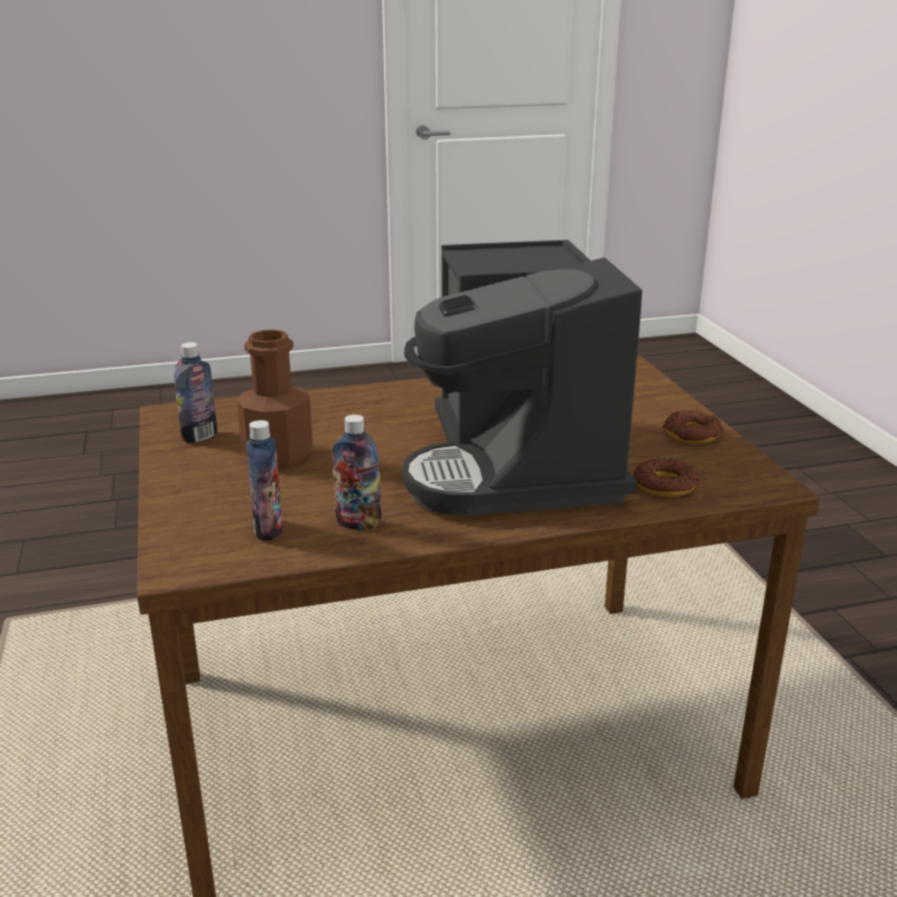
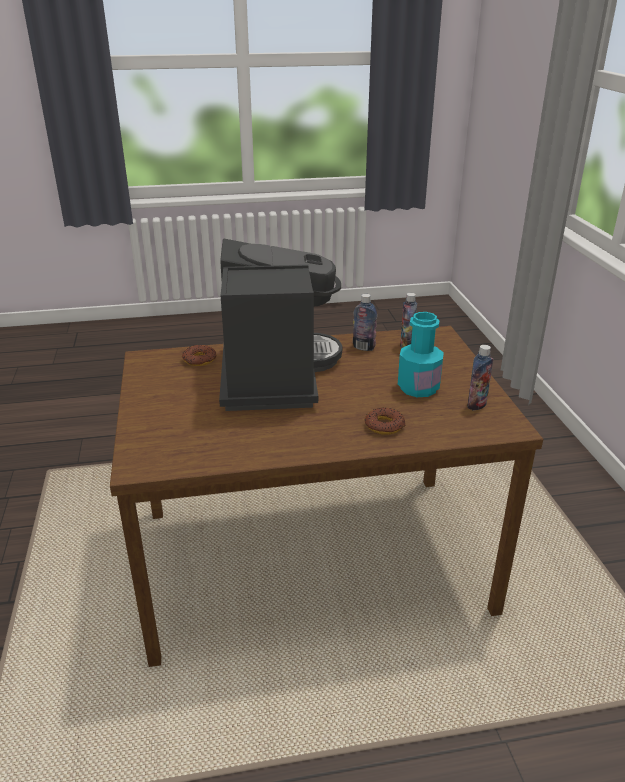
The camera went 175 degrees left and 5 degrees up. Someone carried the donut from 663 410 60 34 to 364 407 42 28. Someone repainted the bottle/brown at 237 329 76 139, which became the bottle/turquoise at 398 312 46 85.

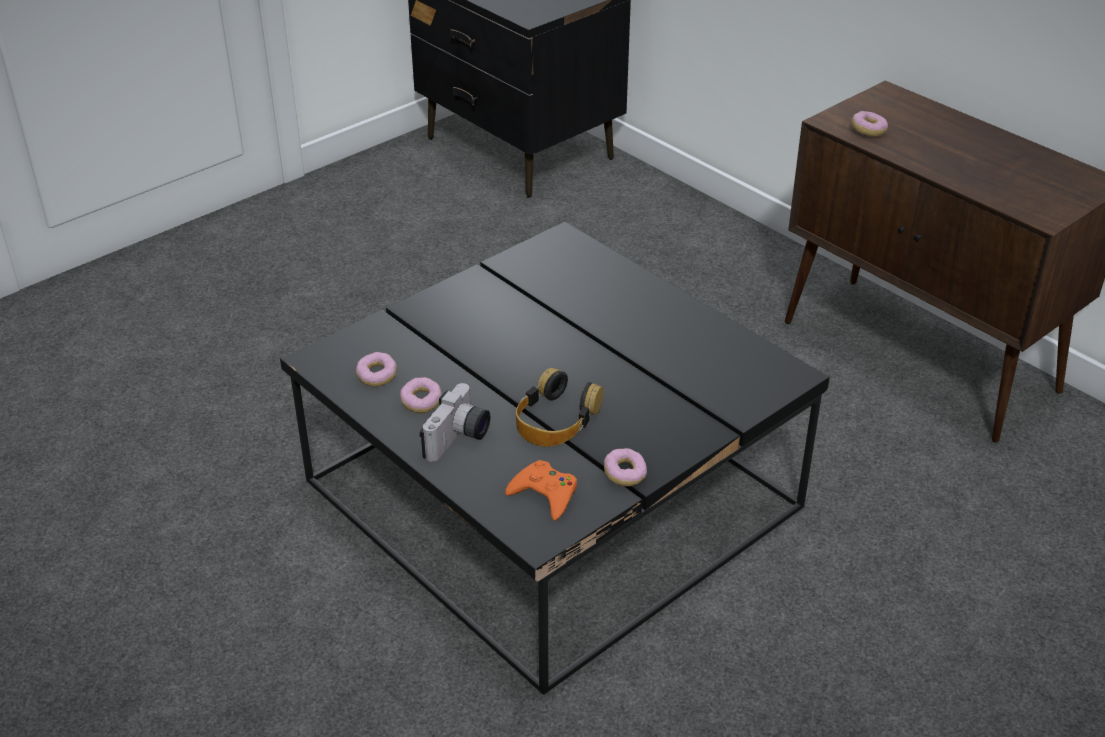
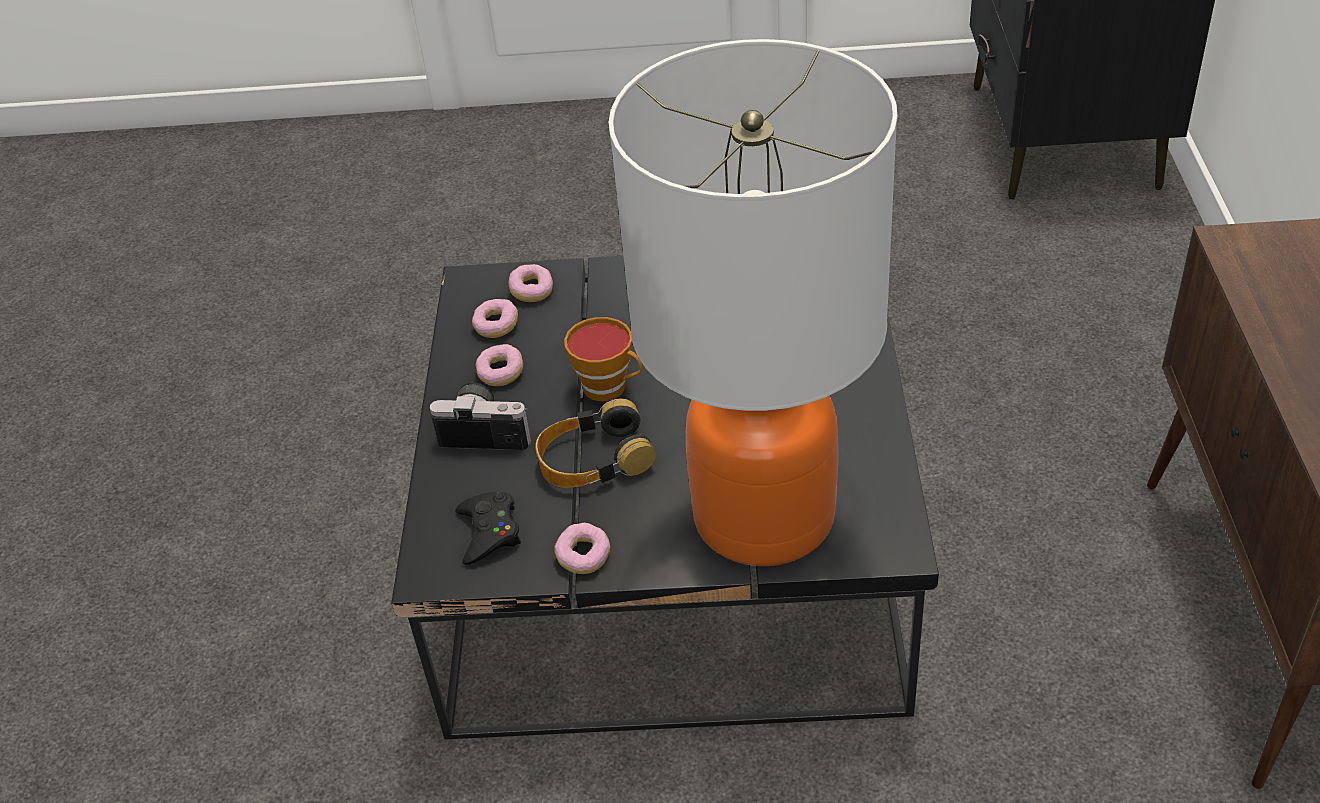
The camera went 45 degrees right and 5 degrees up. Someone rotated the photo camera at 420 383 70 79 by 150 degrees counterclockwise. Someone repainted the game controller/orange at 505 460 72 61, which became the game controller/black at 455 492 66 73. Someone carried the donut from 852 111 36 26 to 509 264 44 38. Someone put down the cup at 564 317 79 84. Someone put down the table lamp at 608 39 290 527.

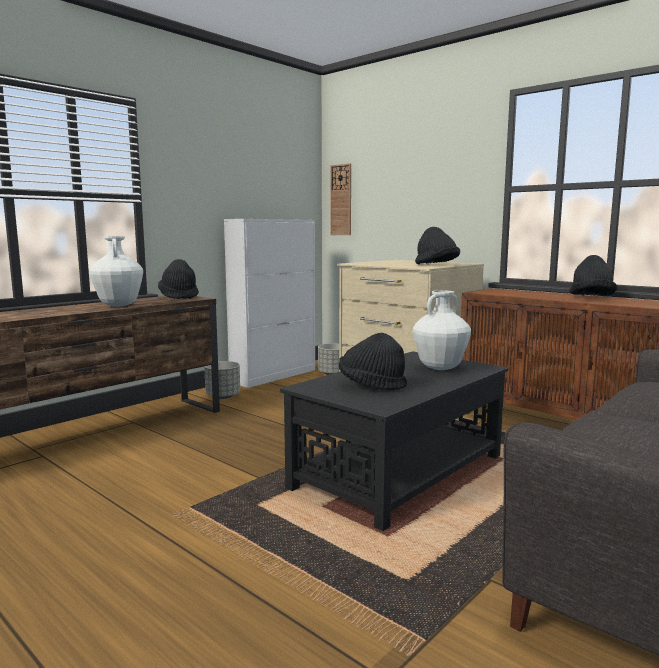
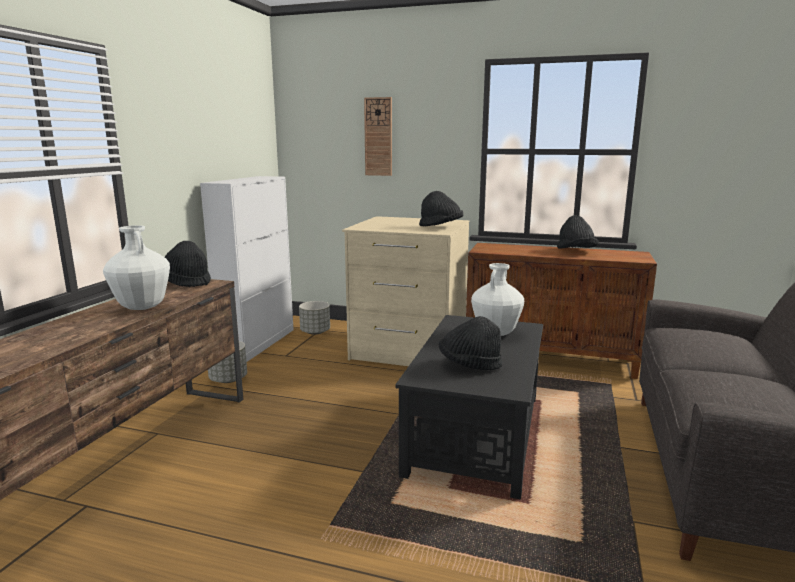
The camera went 25 degrees left and 5 degrees up. Someone carried the wall clock from 330 163 21 72 to 364 97 28 79.

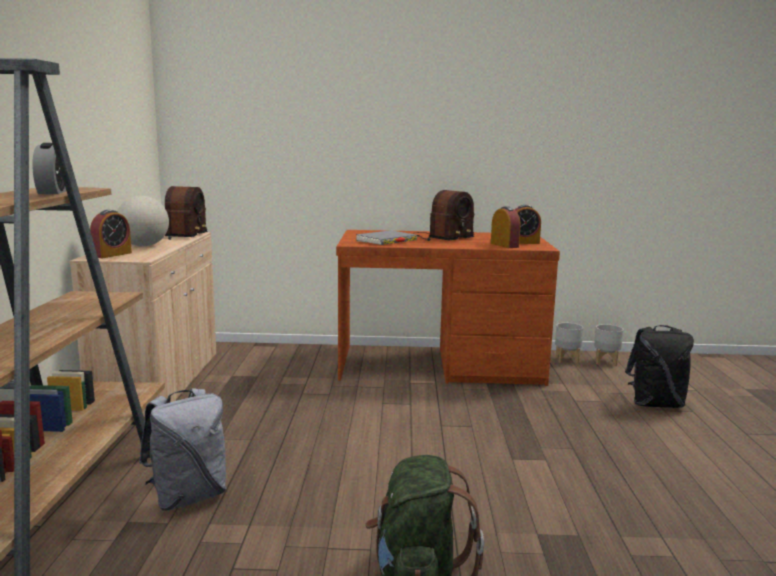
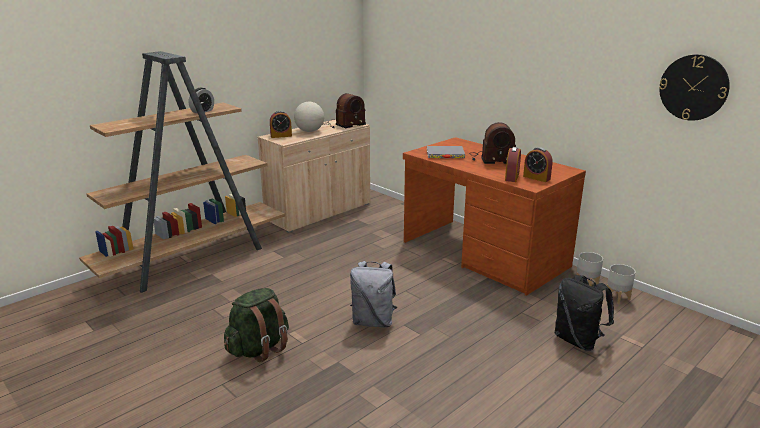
The camera went 45 degrees right and 10 degrees up. Someone carried the backpack/grey from 139 388 87 123 to 350 261 47 66. Someone put up the wall clock at 659 54 71 67.

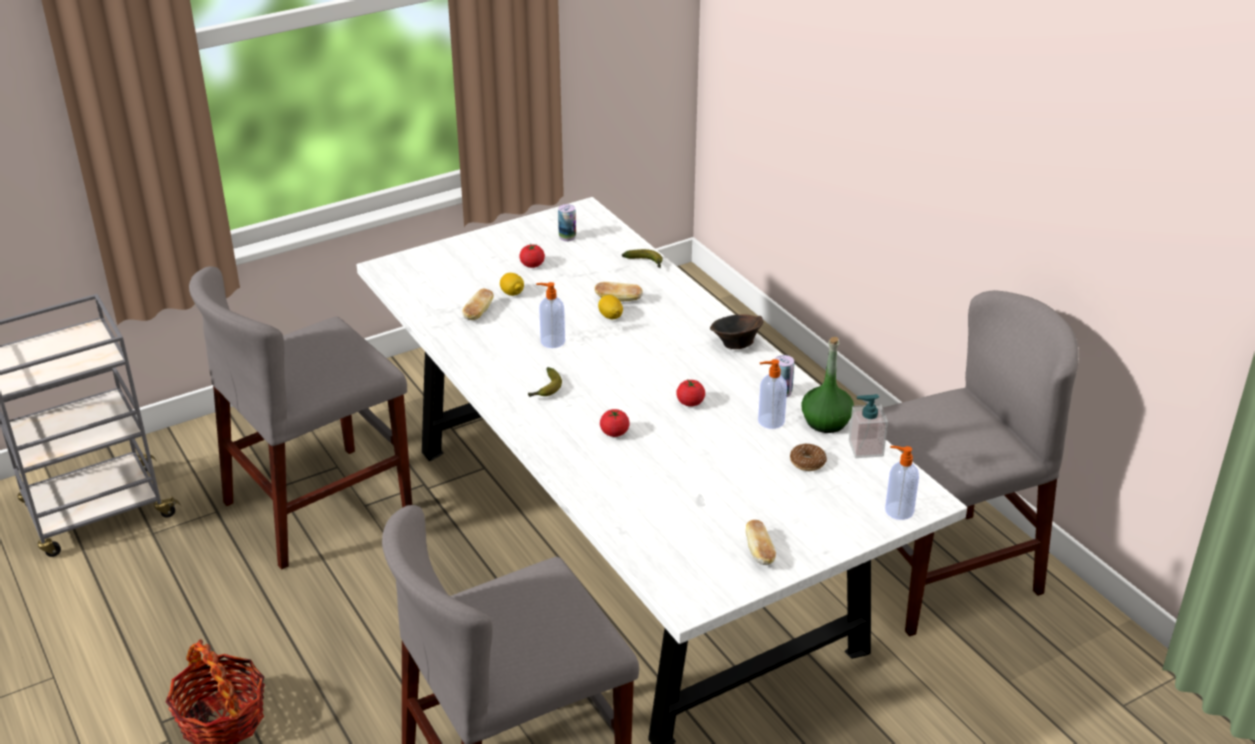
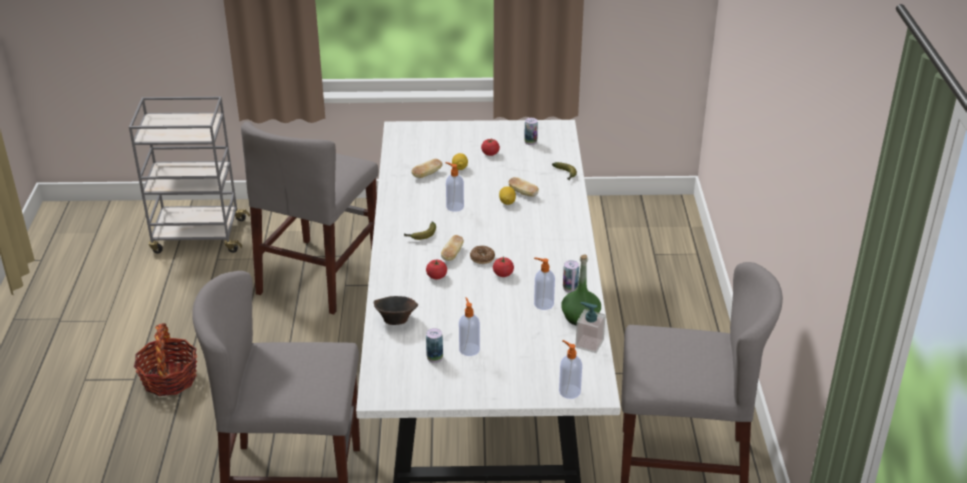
The camera went 30 degrees right and 0 degrees up. Someone rotated the chair/grey at 189 266 223 304 by 60 degrees counterclockwise. Someone carried the bowl/brown from 710 314 53 35 to 374 296 44 29. Someone put down the can at 426 328 17 35. Someone carried the bread from 746 520 30 45 to 441 235 23 26. Someone put down the soap dispenser at 459 297 21 59. Someone carried the donut from 790 444 37 27 to 470 245 25 19.

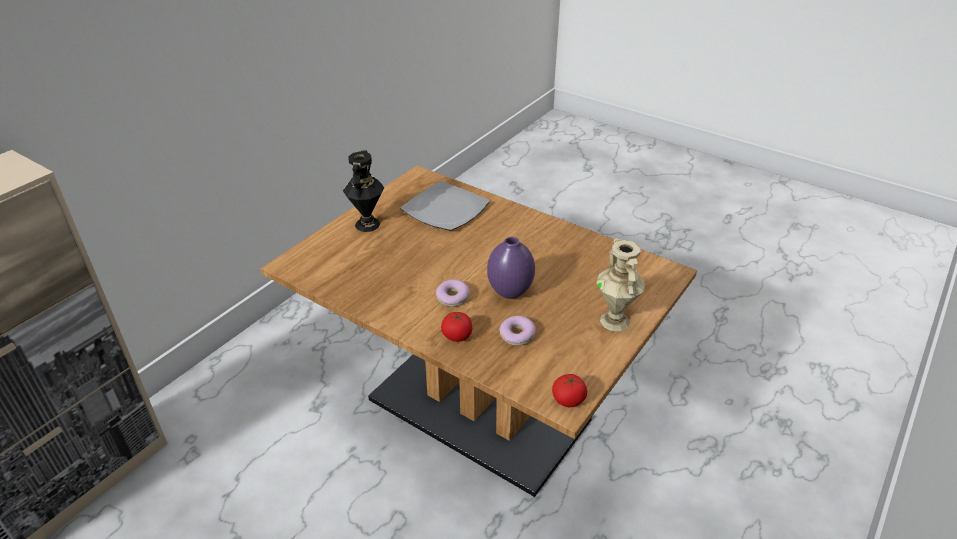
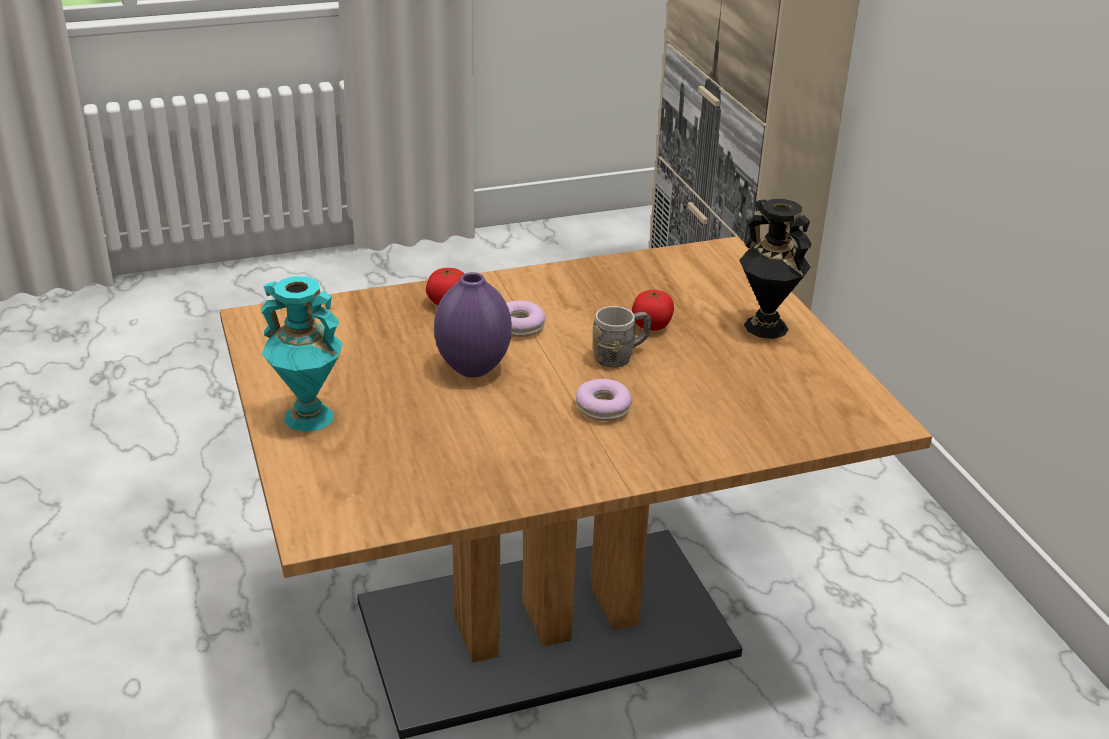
The camera went 125 degrees right and 5 degrees down. Someone repainted the vase/beige at 596 238 50 93, which became the vase/turquoise at 261 276 82 156. Someone carried the donut from 499 316 37 30 to 576 379 56 42. Someone put down the mug/grey at 592 306 59 62. Someone carried the tomato from 552 374 35 33 to 632 289 42 42. Someone took away the plate at 400 181 90 50.

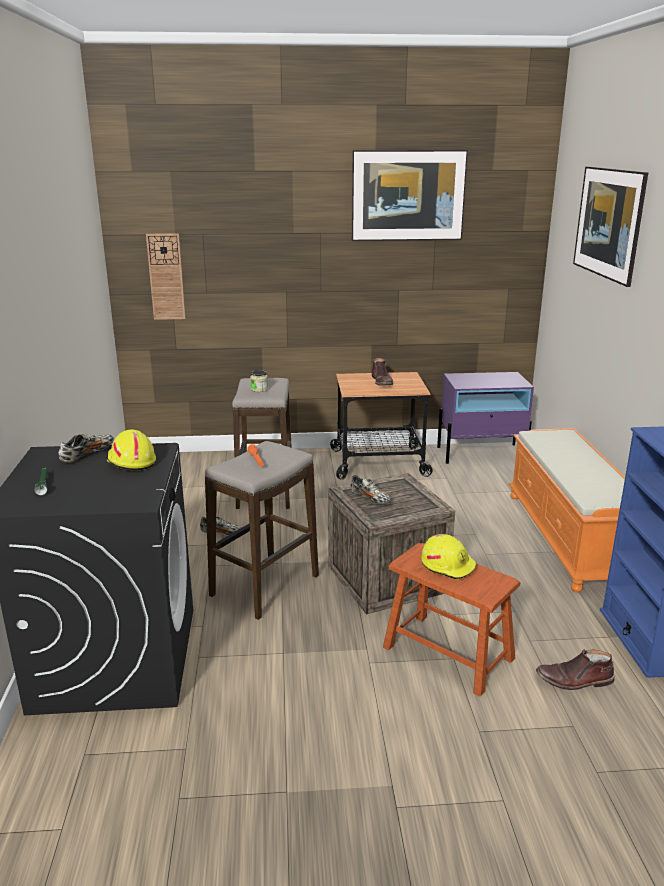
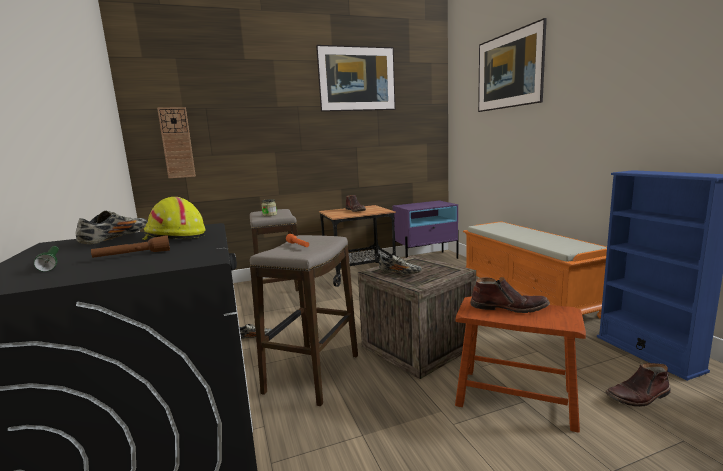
The camera went 15 degrees left and 10 degrees down. Someone put down the flashlight/brown at 91 235 79 23. Someone swapped the hard hat/yellow at 421 534 56 46 for the boot/brown at 470 277 80 36.

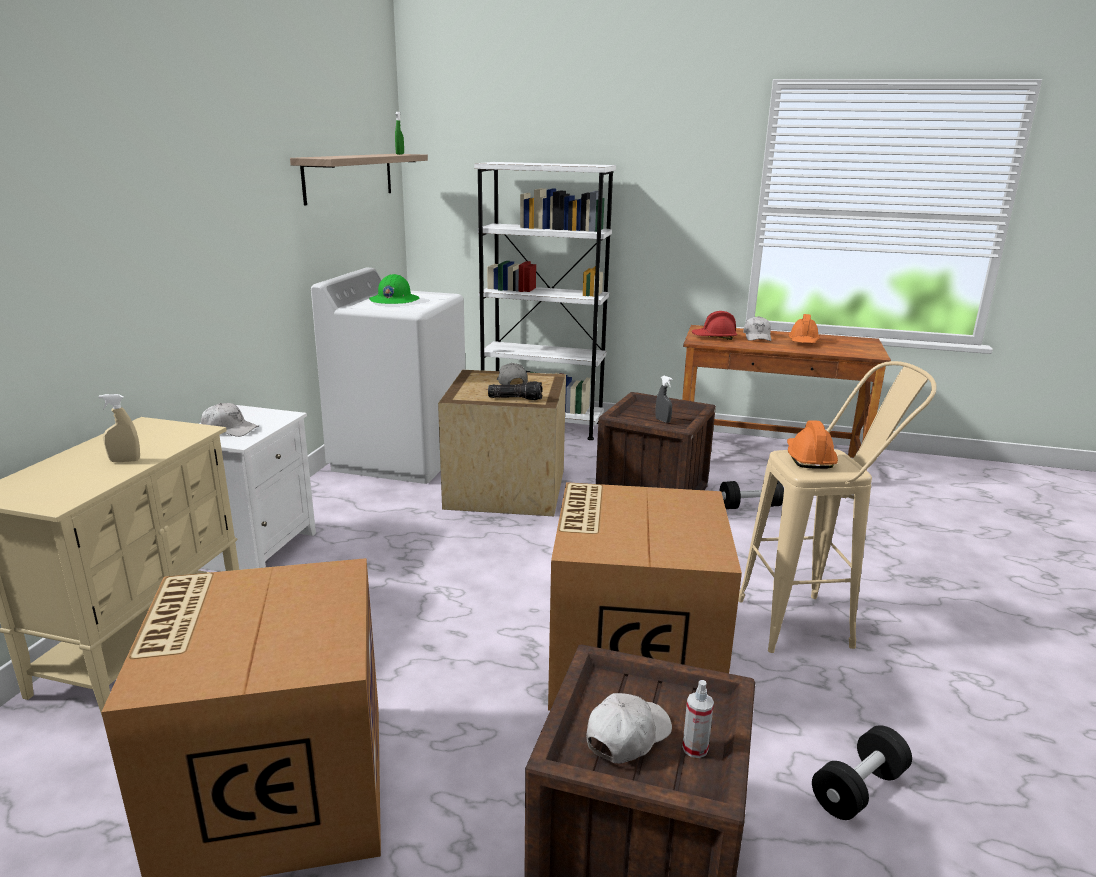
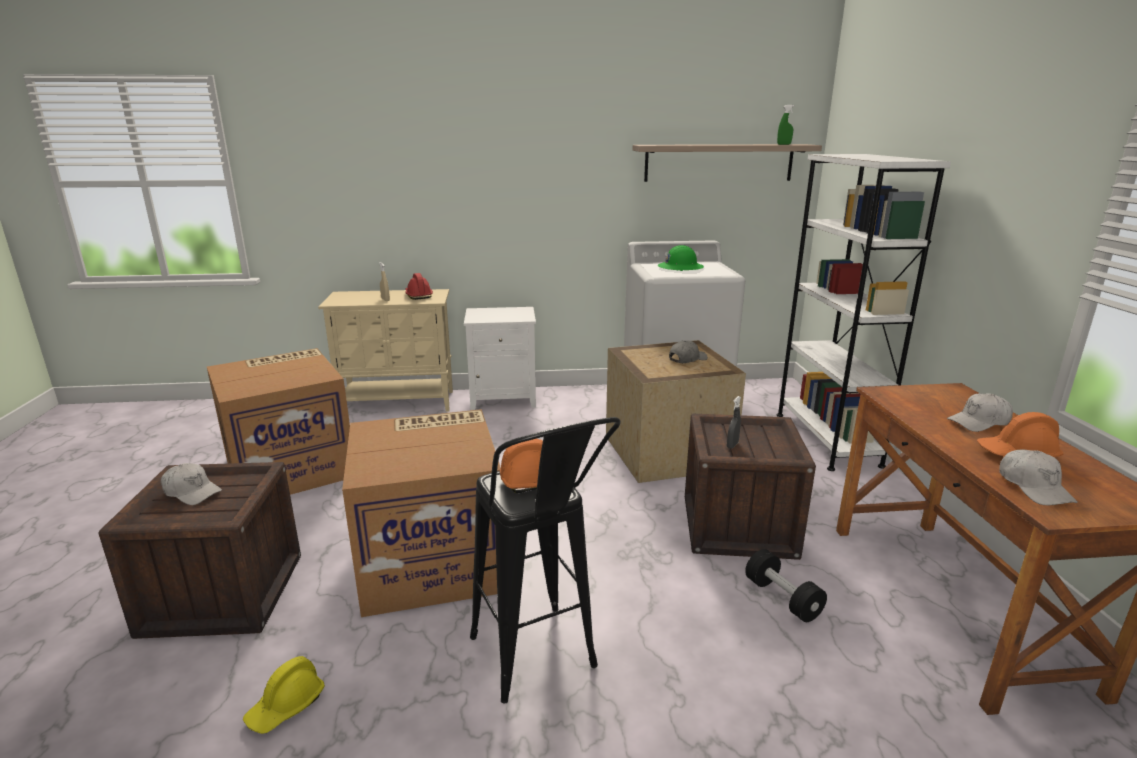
The camera went 70 degrees right and 0 degrees up. Someone swapped the dumbbell/black at 812 725 100 95 for the hard hat/yellow at 243 656 82 78. Someone carried the hard hat/red from 692 311 45 29 to 405 273 28 27. Someone repainted the stool/beige at 738 361 198 292, which became the stool/black at 470 417 151 286. Someone carried the cap/white from 201 403 58 34 to 999 449 79 56. Someone took away the flashlight at 488 381 55 19. Someone took away the spray bottle at 682 680 32 78.

